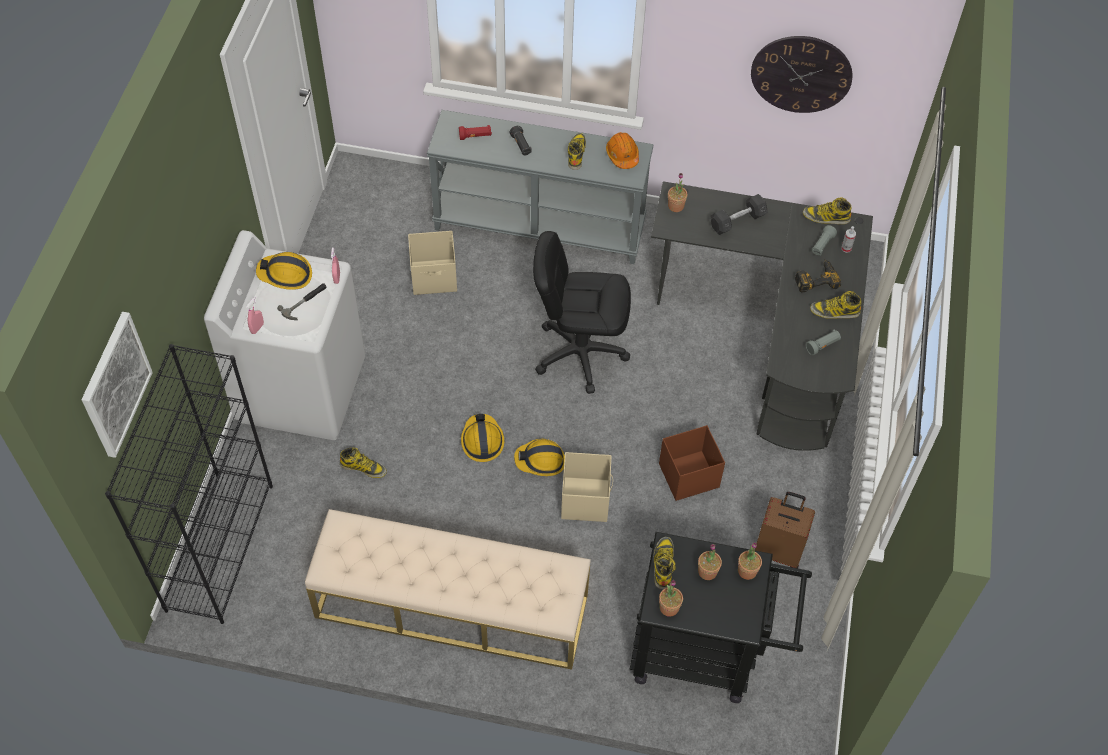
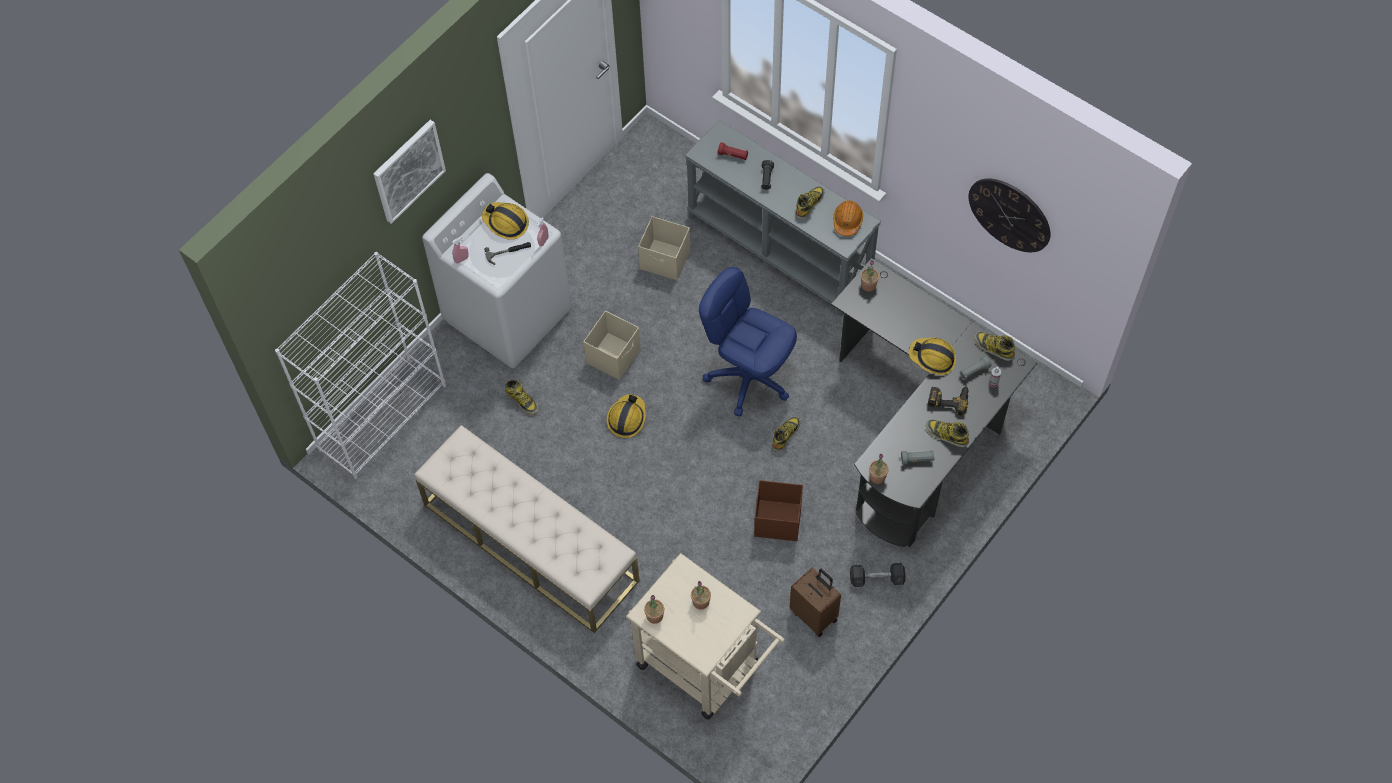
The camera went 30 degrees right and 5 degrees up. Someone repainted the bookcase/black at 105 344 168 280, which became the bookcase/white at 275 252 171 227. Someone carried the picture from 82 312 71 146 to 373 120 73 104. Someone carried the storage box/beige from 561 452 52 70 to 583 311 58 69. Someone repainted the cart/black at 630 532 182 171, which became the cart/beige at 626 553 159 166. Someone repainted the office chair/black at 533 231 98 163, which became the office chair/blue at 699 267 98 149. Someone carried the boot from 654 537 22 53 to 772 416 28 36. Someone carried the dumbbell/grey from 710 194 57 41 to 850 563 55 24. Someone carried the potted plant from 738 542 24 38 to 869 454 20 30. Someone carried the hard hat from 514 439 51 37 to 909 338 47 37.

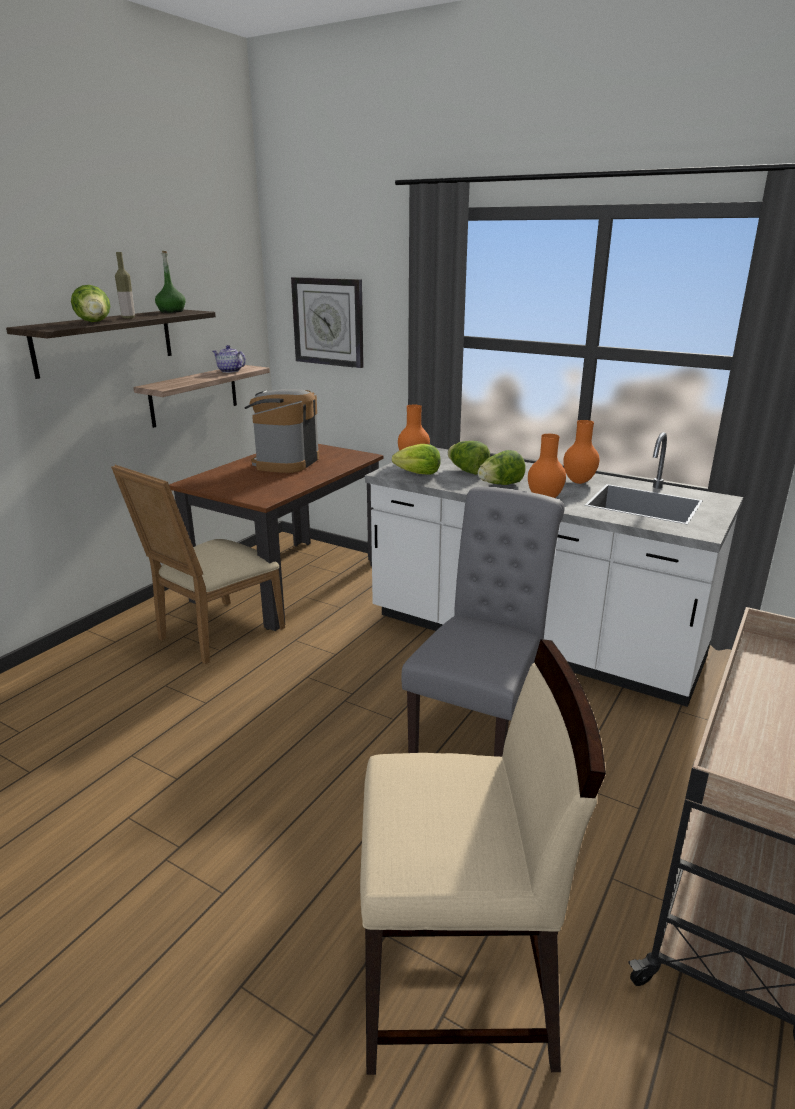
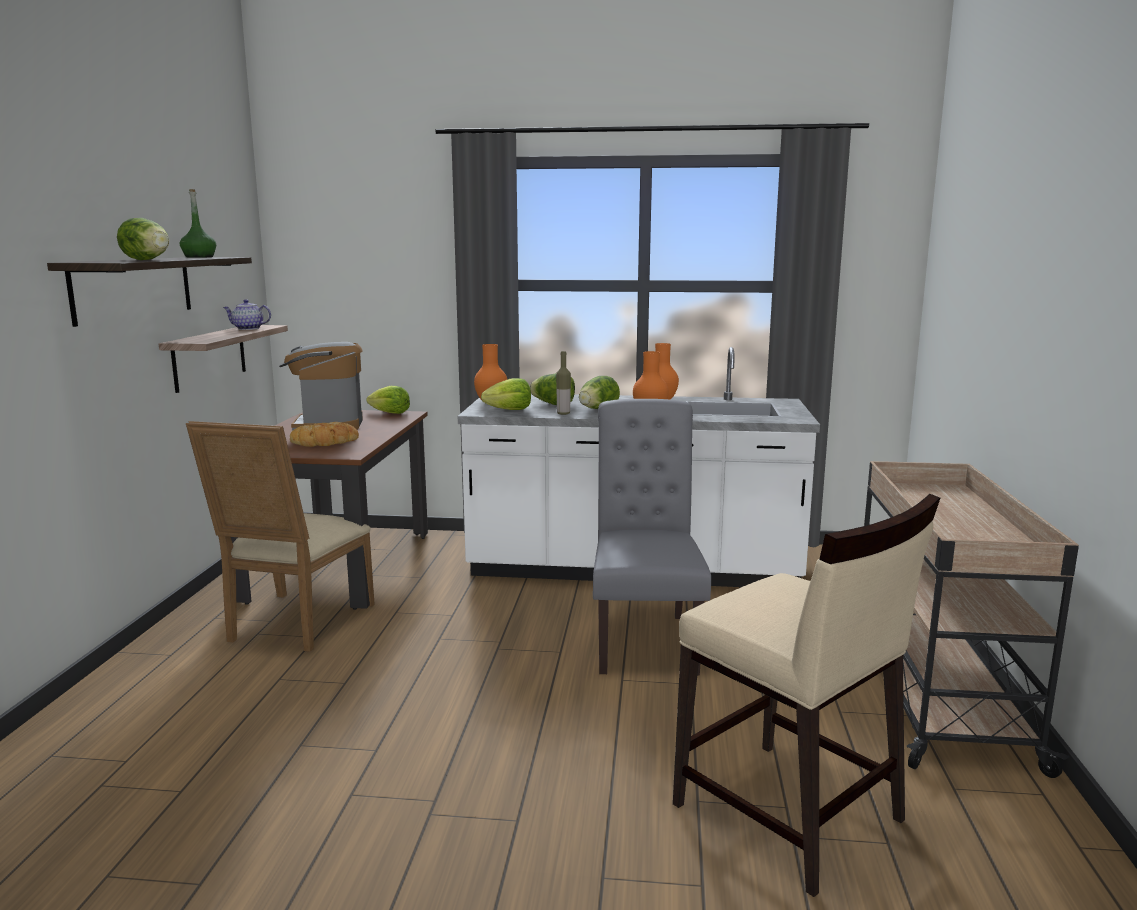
The camera went 25 degrees left and 10 degrees down. Someone put down the bread at 290 422 69 25. Someone put down the lettuce at 366 386 44 28. Someone carried the bottle from 115 252 20 67 to 556 351 15 64. Someone rotated the chair/beige at 360 639 246 436 by 75 degrees clockwise. Someone took away the wall clock at 291 277 73 91.

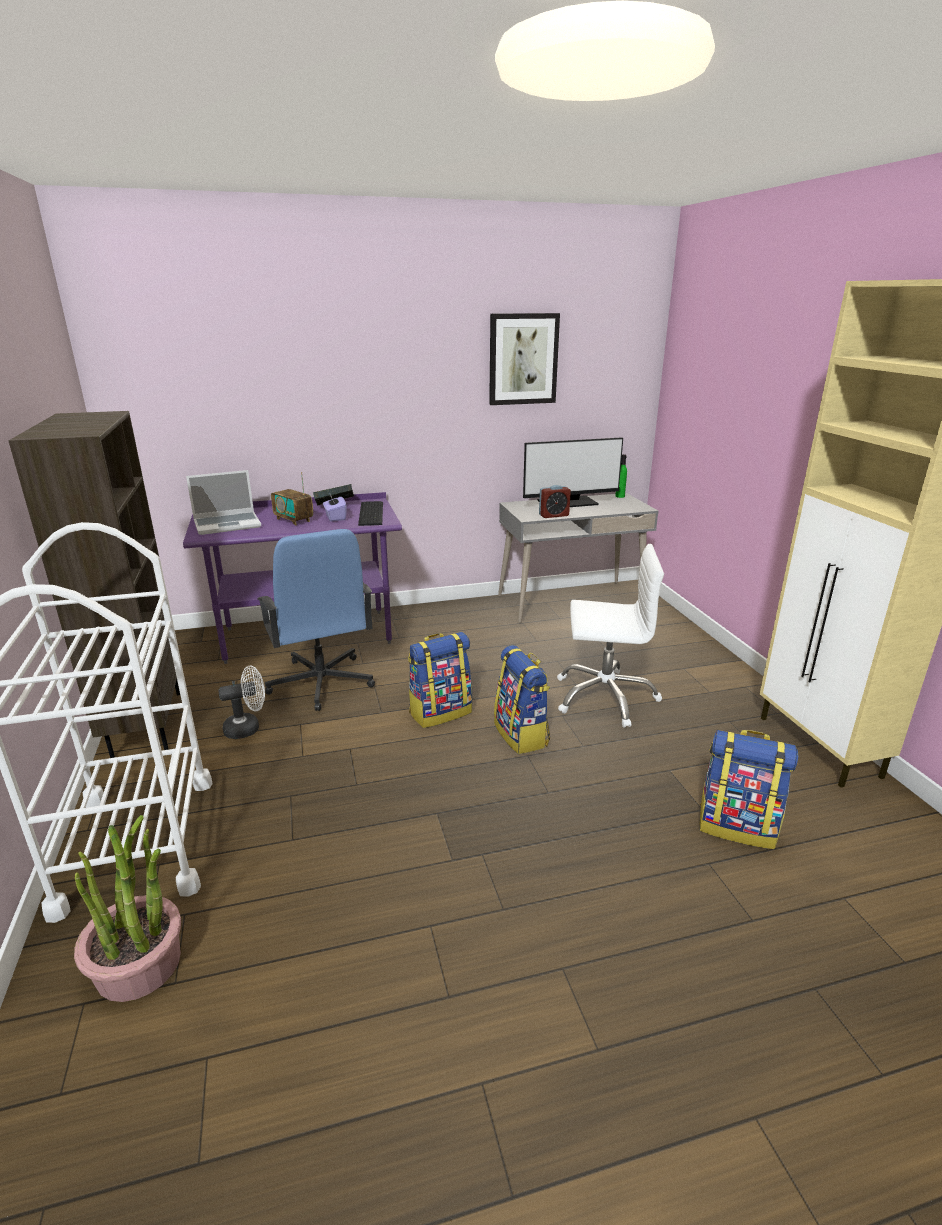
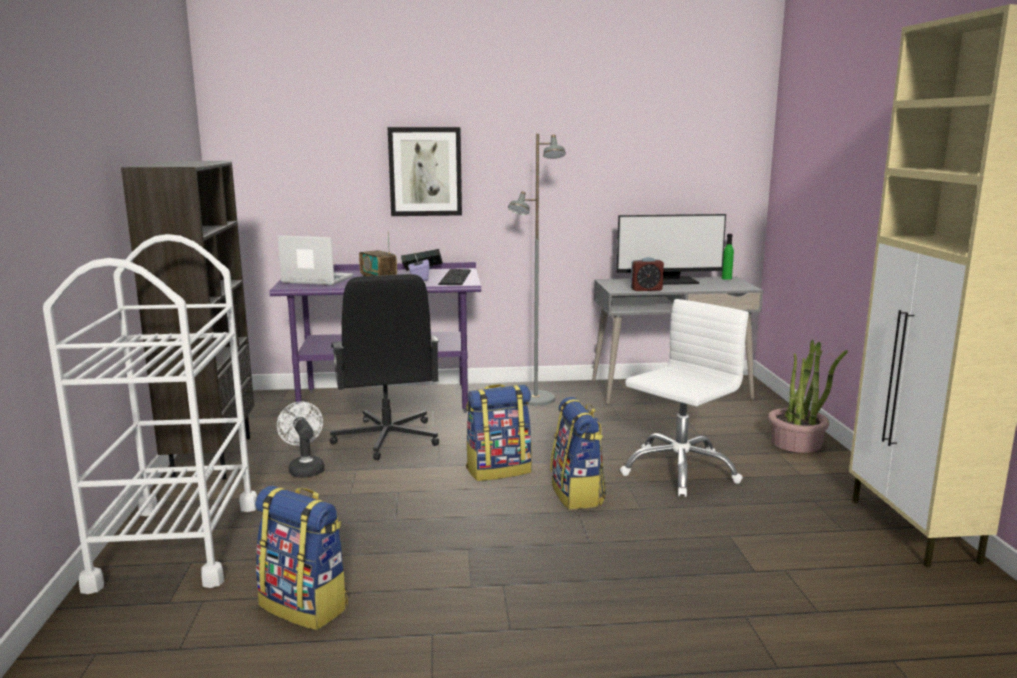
The camera went 10 degrees right and 10 degrees down. Someone carried the backpack from 700 730 98 119 to 255 486 93 144. Someone rotated the fan/white at 218 666 47 73 by 105 degrees counterclockwise. Someone rotated the laptop at 186 470 75 65 by 150 degrees counterclockwise. Someone repainted the office chair/blue at 258 529 117 182, which became the office chair/black at 330 274 109 186. Someone carried the picture from 489 313 71 92 to 388 127 74 89. Someone put down the floor lamp/grey at 508 134 58 272. Someone rotated the office chair/white at 557 544 107 184 by 60 degrees counterclockwise. Someone carried the potted plant from 74 815 107 187 to 768 340 80 113.

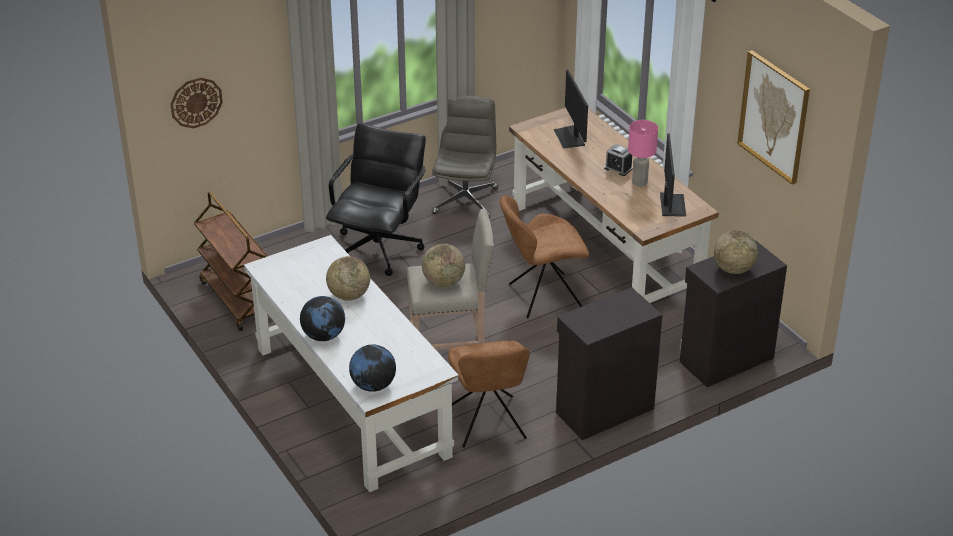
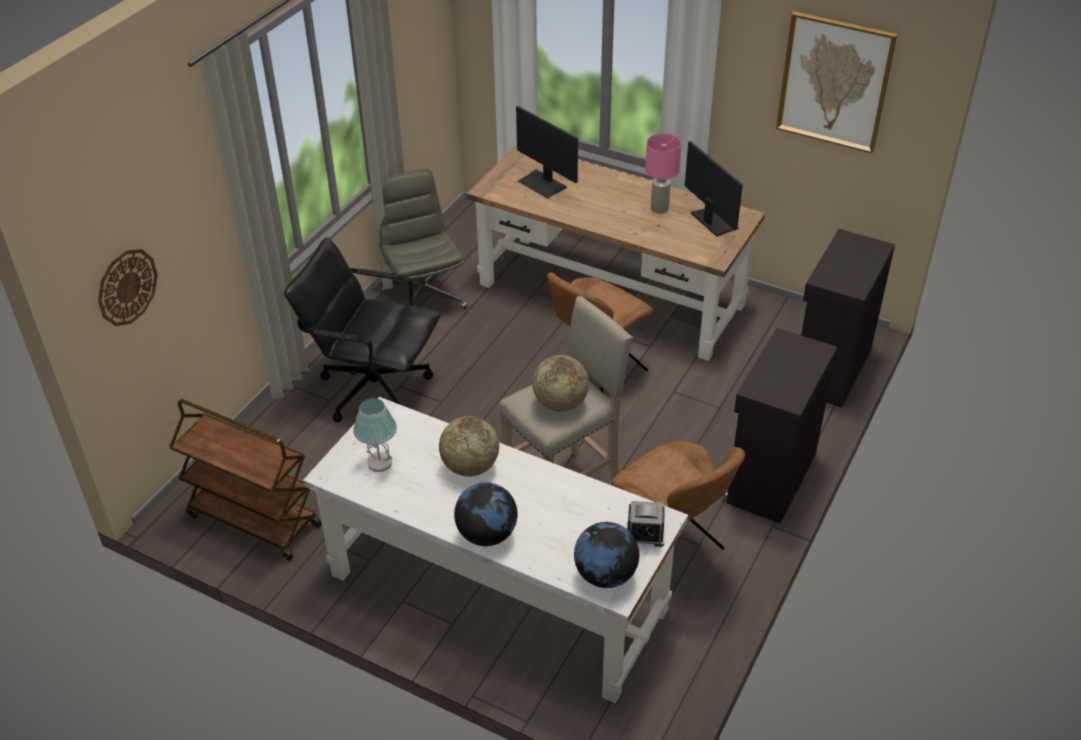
The camera went 30 degrees left and 5 degrees up. Someone rotated the office chair/black at 326 124 100 152 by 60 degrees counterclockwise. Someone put down the table lamp at 353 398 44 74. Someone carried the alarm clock from 604 144 29 32 to 626 501 39 46. Someone took away the globe at 714 230 44 44.

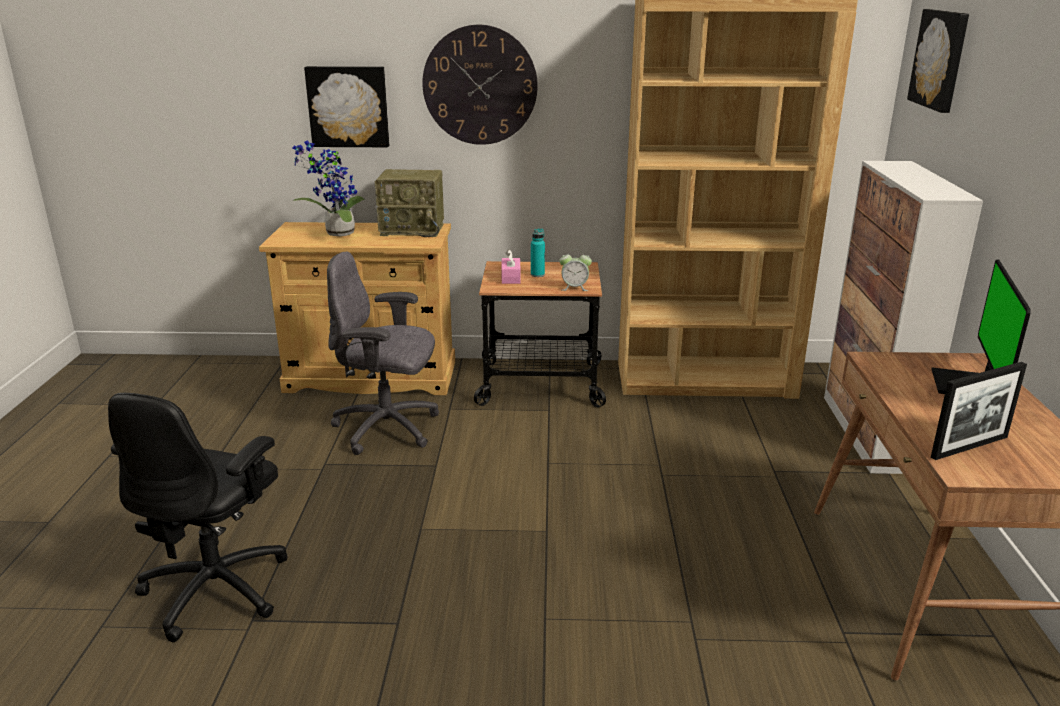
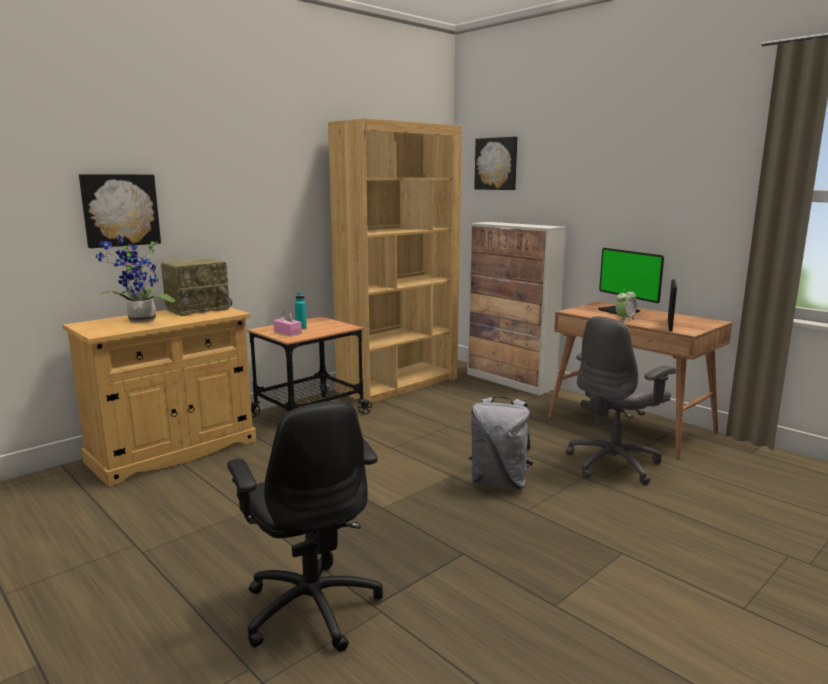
The camera went 45 degrees left and 10 degrees down. Someone put down the backpack/grey at 469 397 64 92. Someone carried the office chair/grey from 327 252 112 203 to 566 316 110 169. Someone carried the alarm clock from 559 250 33 41 to 616 288 21 34. Someone took away the wall clock at 422 25 116 120.

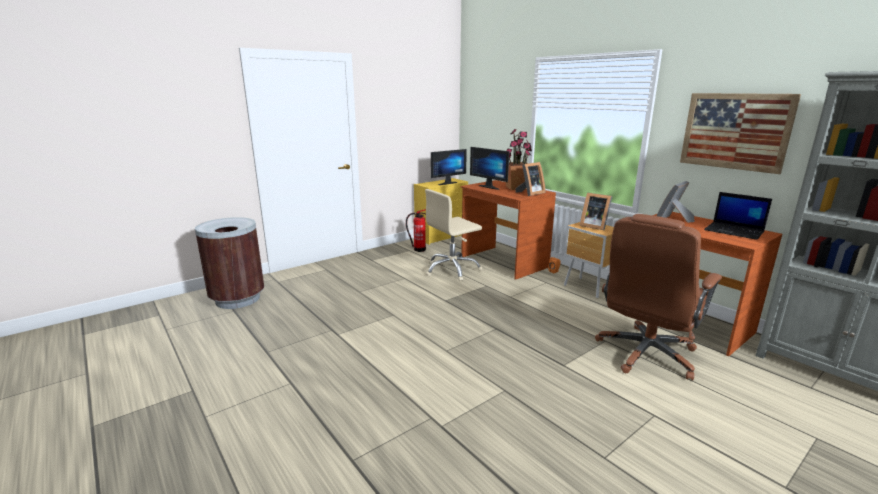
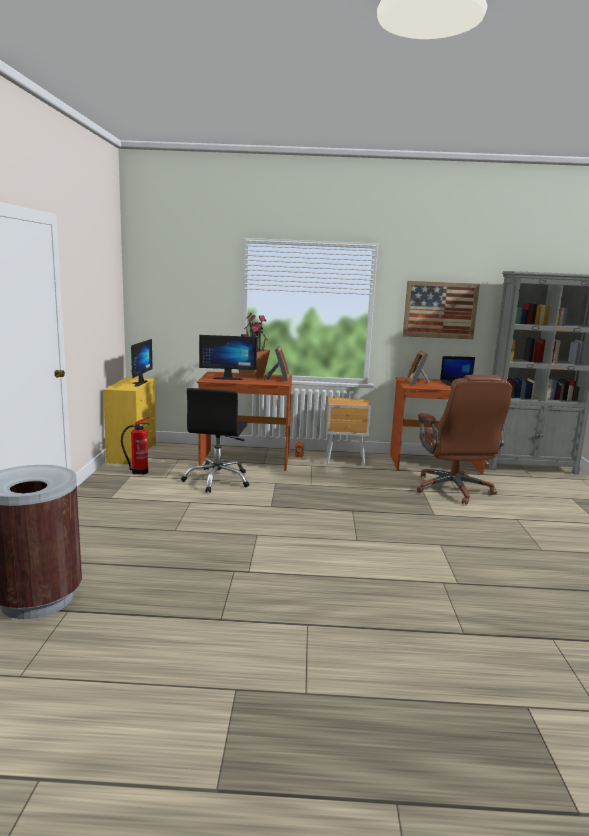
The camera went 50 degrees left and 5 degrees down. Someone repainted the office chair/beige at 425 189 57 92, which became the office chair/black at 181 388 69 105. Someone took away the picture frame at 580 193 32 37.

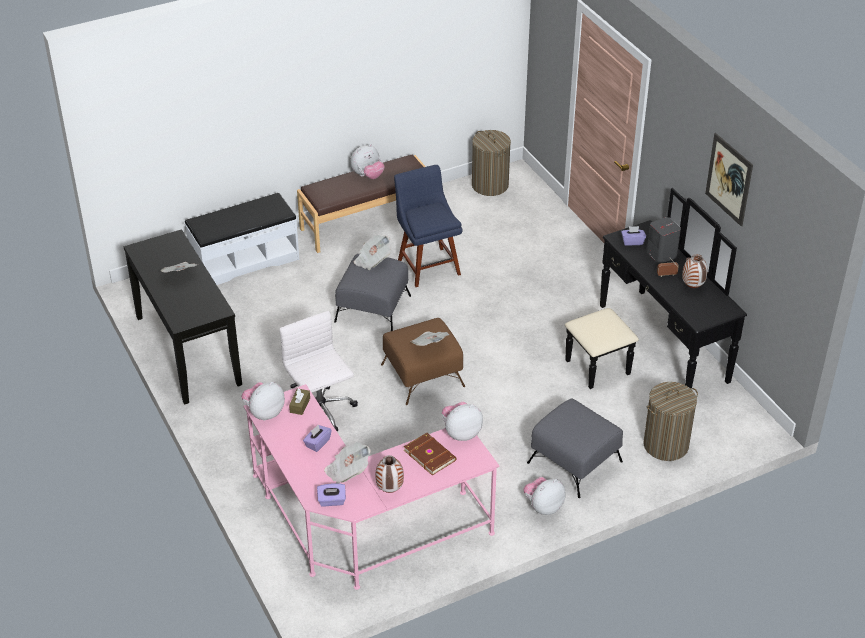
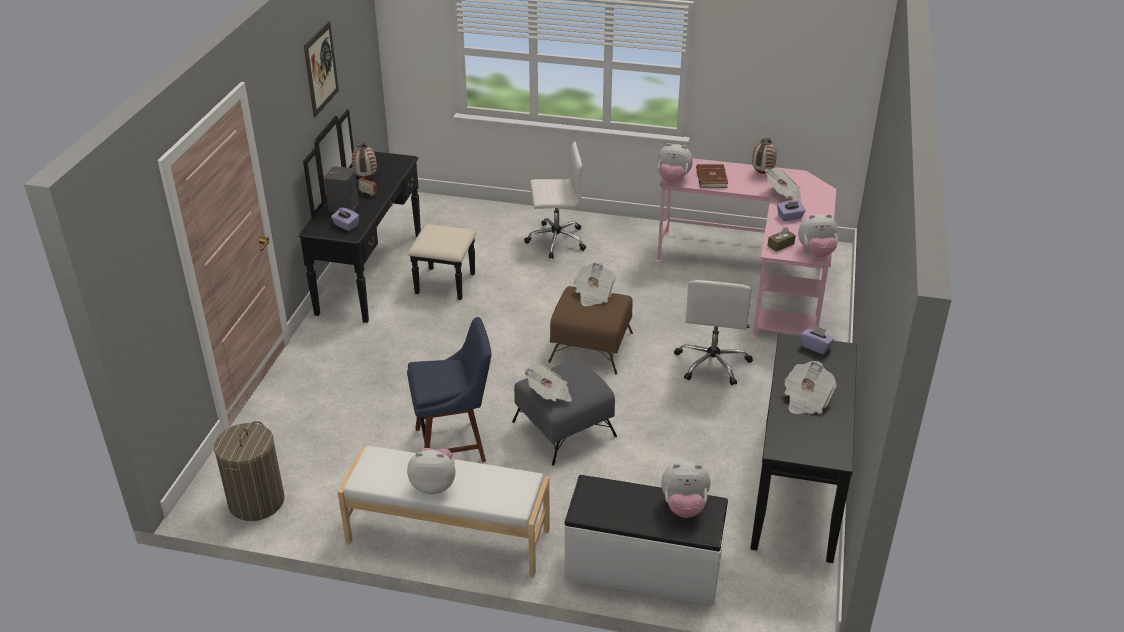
The camera went 140 degrees left and 5 degrees down. Someone repainted the bench/brown at 297 155 129 98, which became the bench/white at 338 446 212 131. Someone rotated the chair/blue at 394 165 68 122 by 120 degrees counterclockwise. Someone swapped the ottoman/grey at 527 399 96 99 for the office chair/white at 524 141 62 118. Someone carried the plush toy from 523 477 42 38 to 661 461 49 57. Someone carried the tissue box/purple from 317 484 29 22 to 801 325 33 29. Someone took away the laundry basket at 643 382 55 79.

